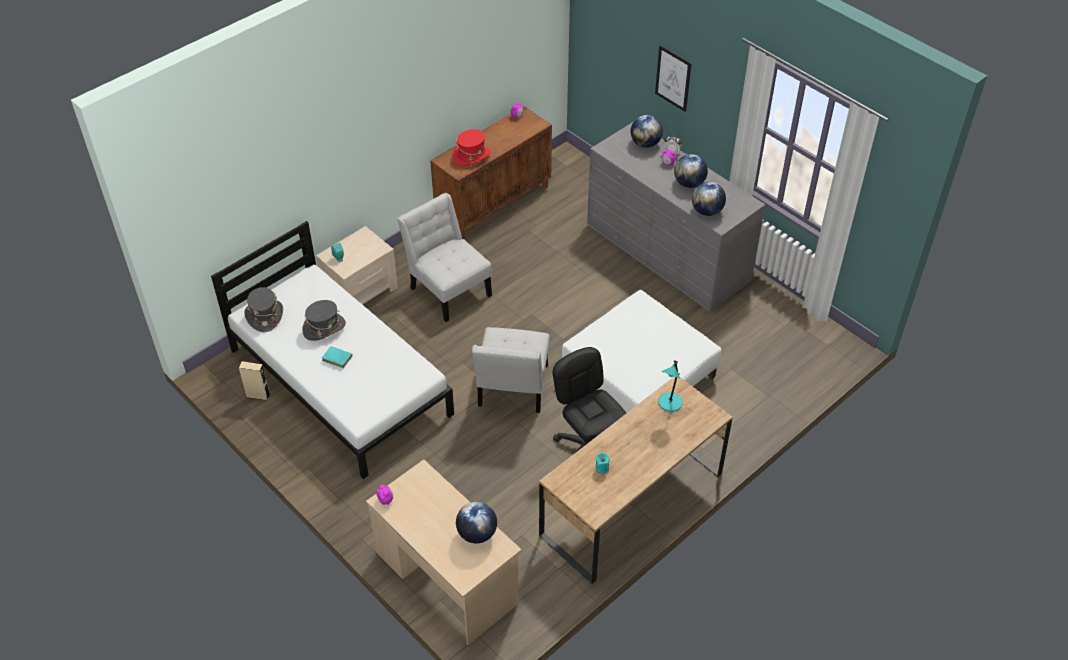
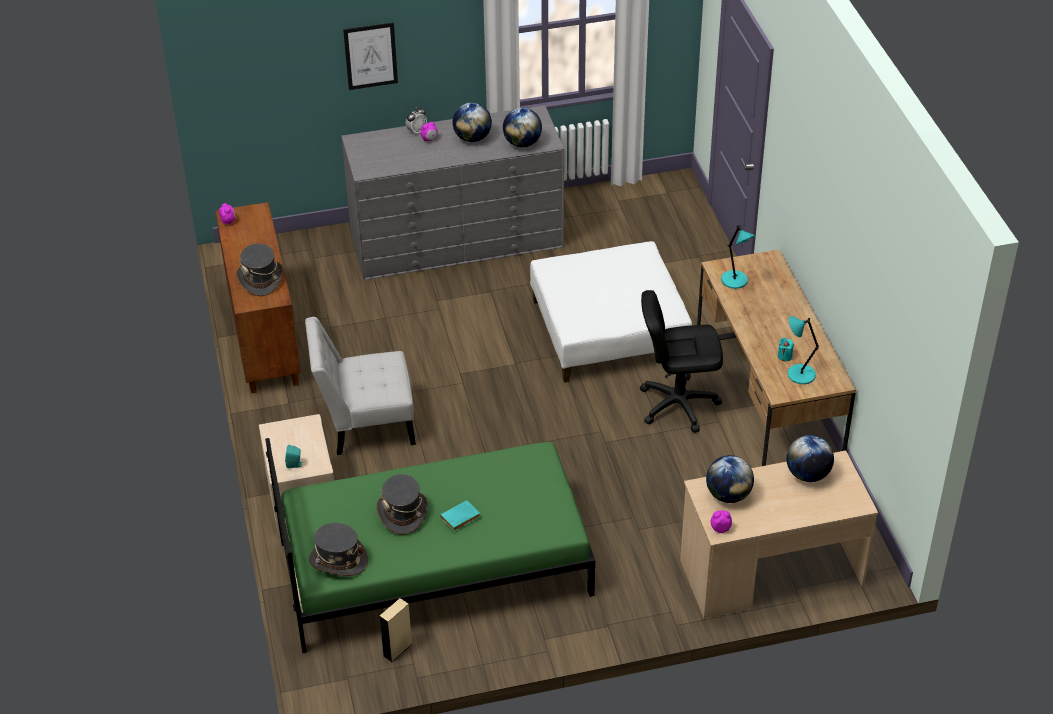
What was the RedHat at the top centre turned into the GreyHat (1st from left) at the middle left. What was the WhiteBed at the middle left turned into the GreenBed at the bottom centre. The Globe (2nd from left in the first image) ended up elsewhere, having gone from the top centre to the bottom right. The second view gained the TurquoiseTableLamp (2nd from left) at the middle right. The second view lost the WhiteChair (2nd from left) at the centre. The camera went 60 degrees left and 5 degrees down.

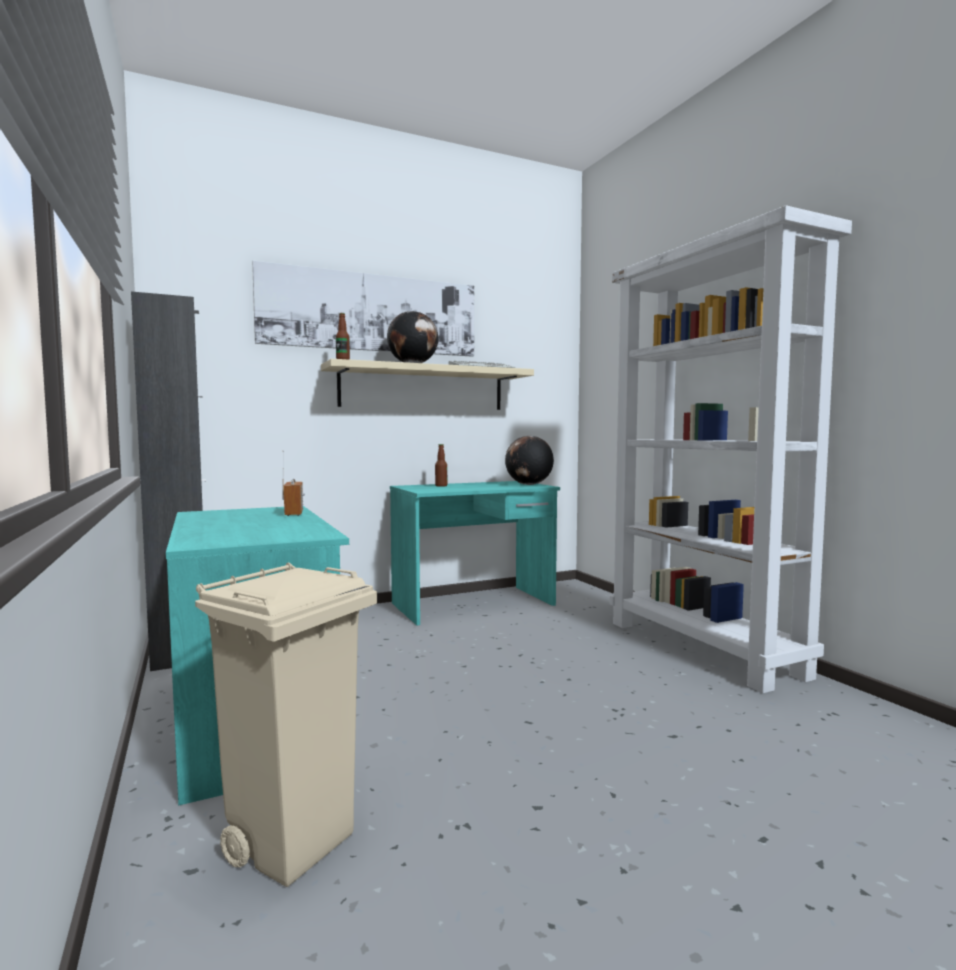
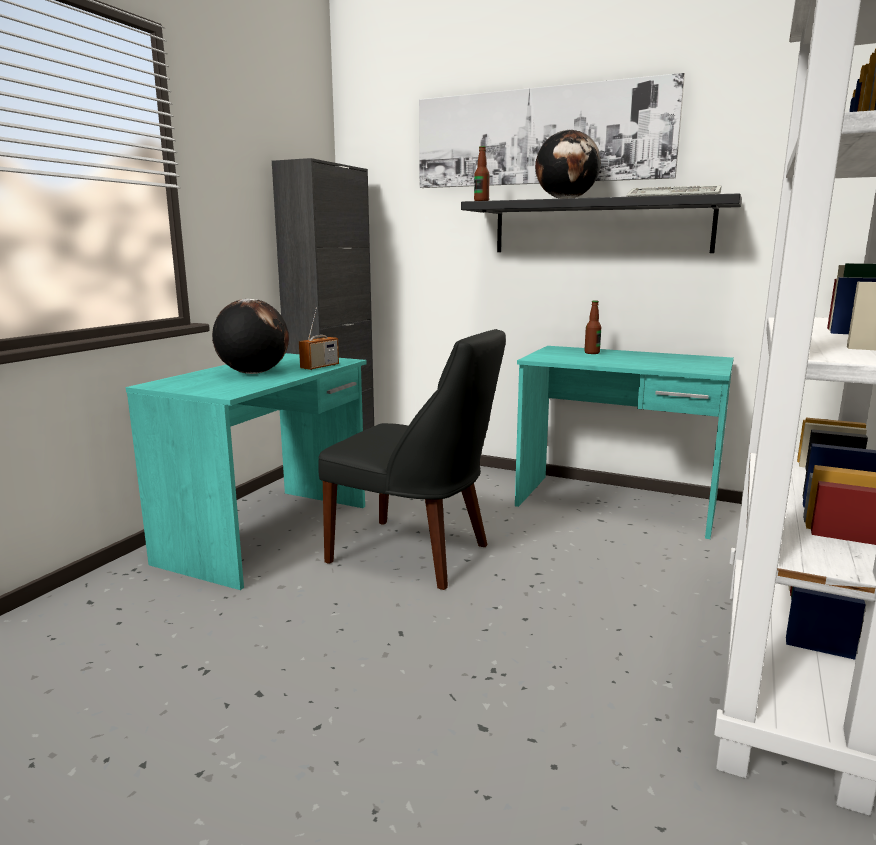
The Globe (2nd from left in the first image) ended up elsewhere, having gone from the centre to the middle left. The second view gained the BlackChair at the centre. What was the BeigeShelf at the centre turned into the BlackShelf at the top right. The second view lost the BeigeTrashCan at the bottom left. The camera went 50 degrees right and 10 degrees up.

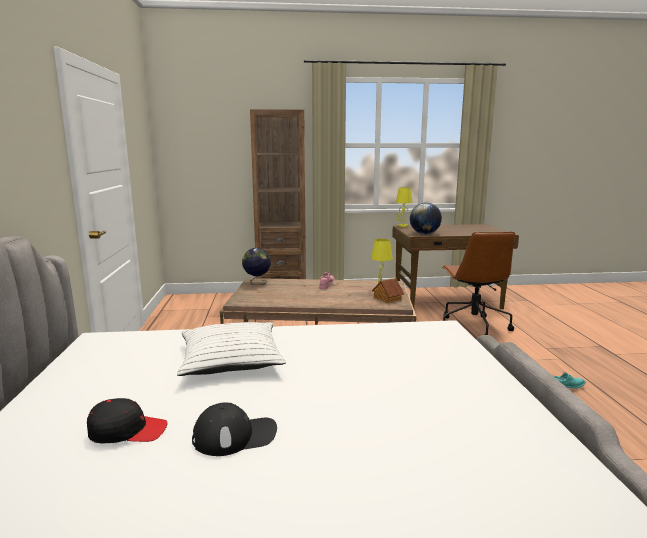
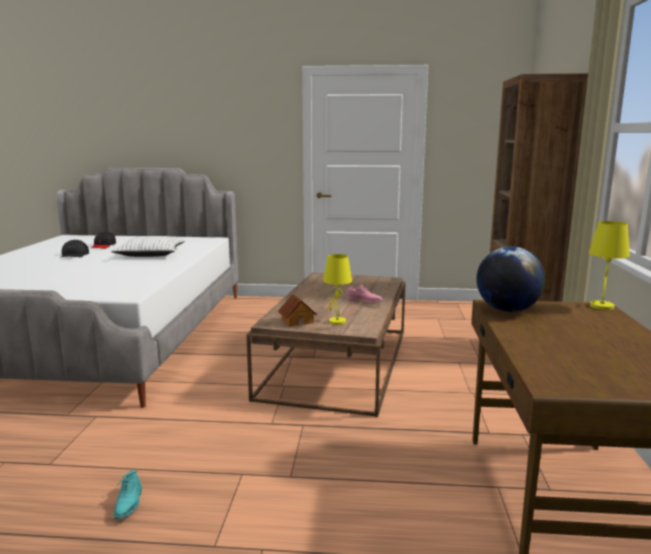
The second view lost the Globe (1st from left) at the centre. The second view lost the BrownOfficeChair at the middle right. The camera went 100 degrees right and 0 degrees up.

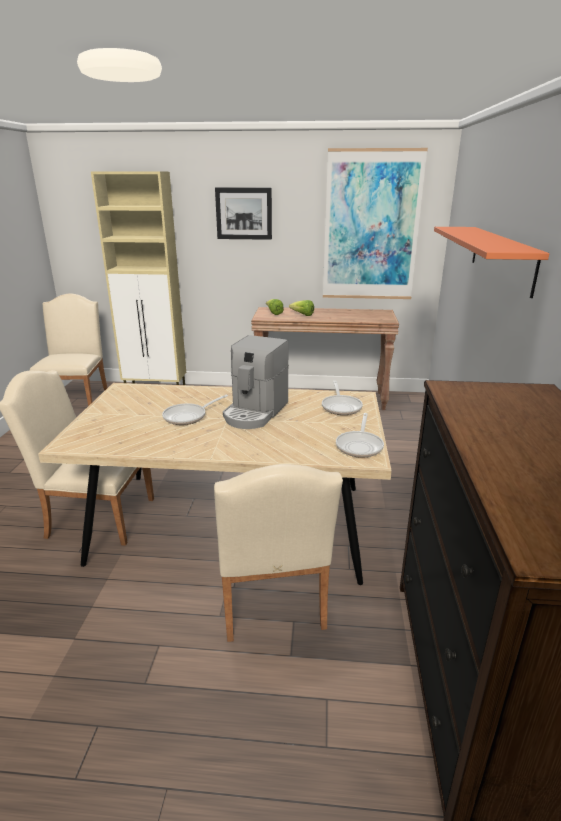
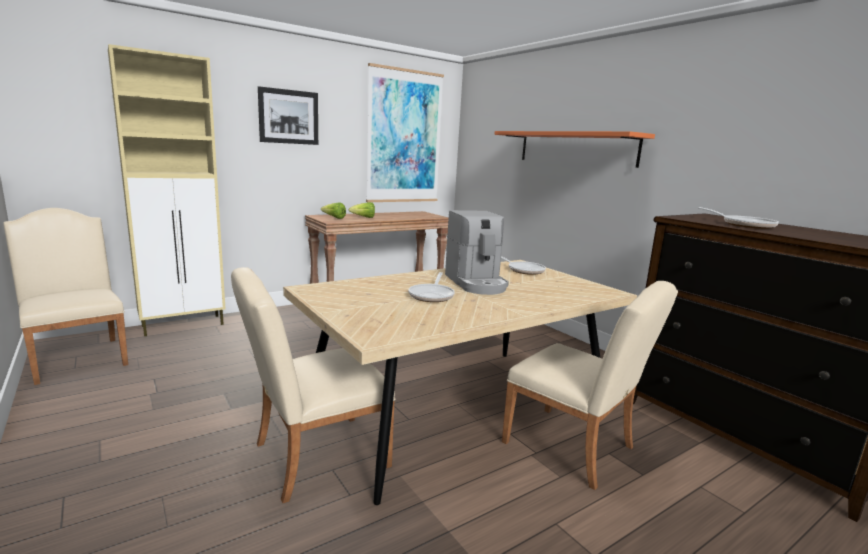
The FryingPan (3rd from left) ended up elsewhere, having gone from the centre to the middle right. The camera went 40 degrees left and 10 degrees down.

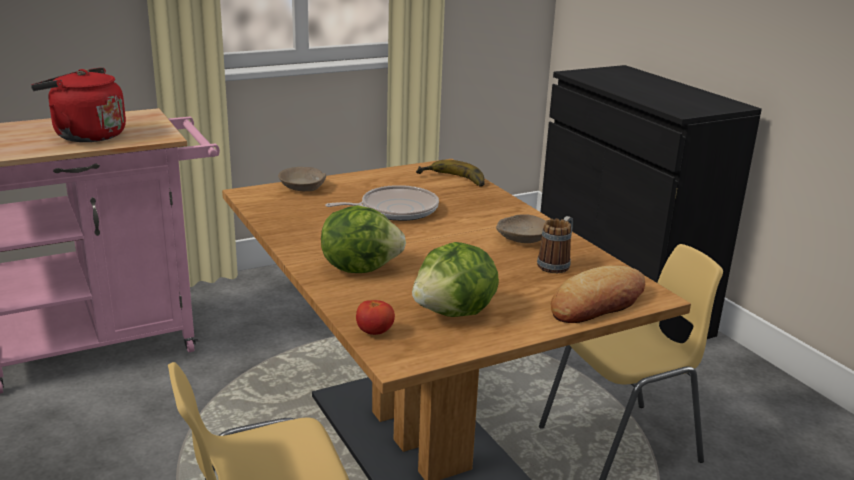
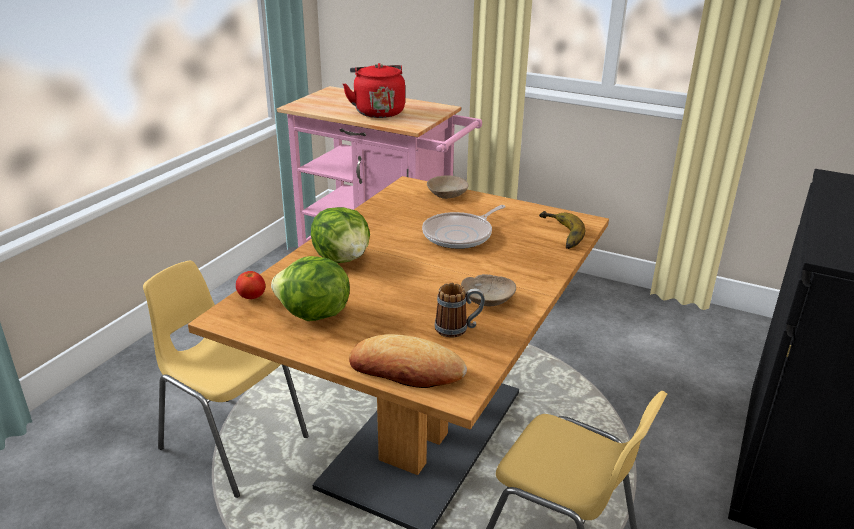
The FryingPan at the centre ended up facing another way, 105 degrees clockwise from before. The camera went 55 degrees right and 5 degrees up.

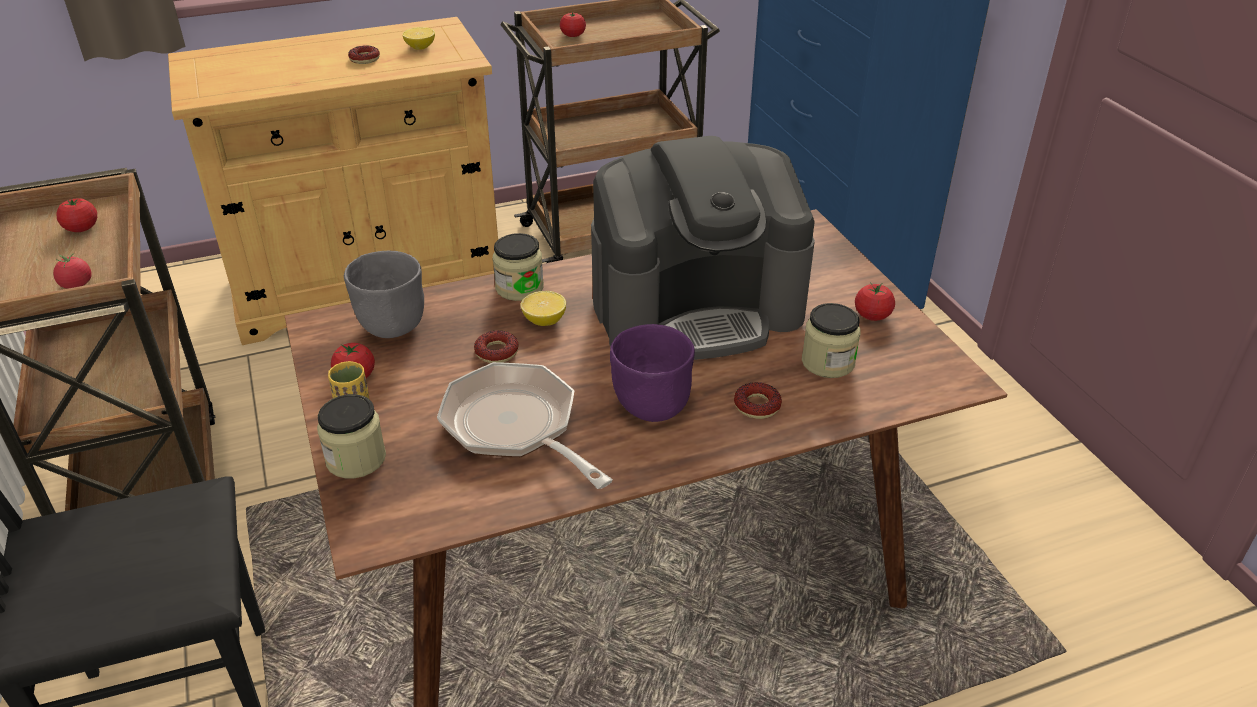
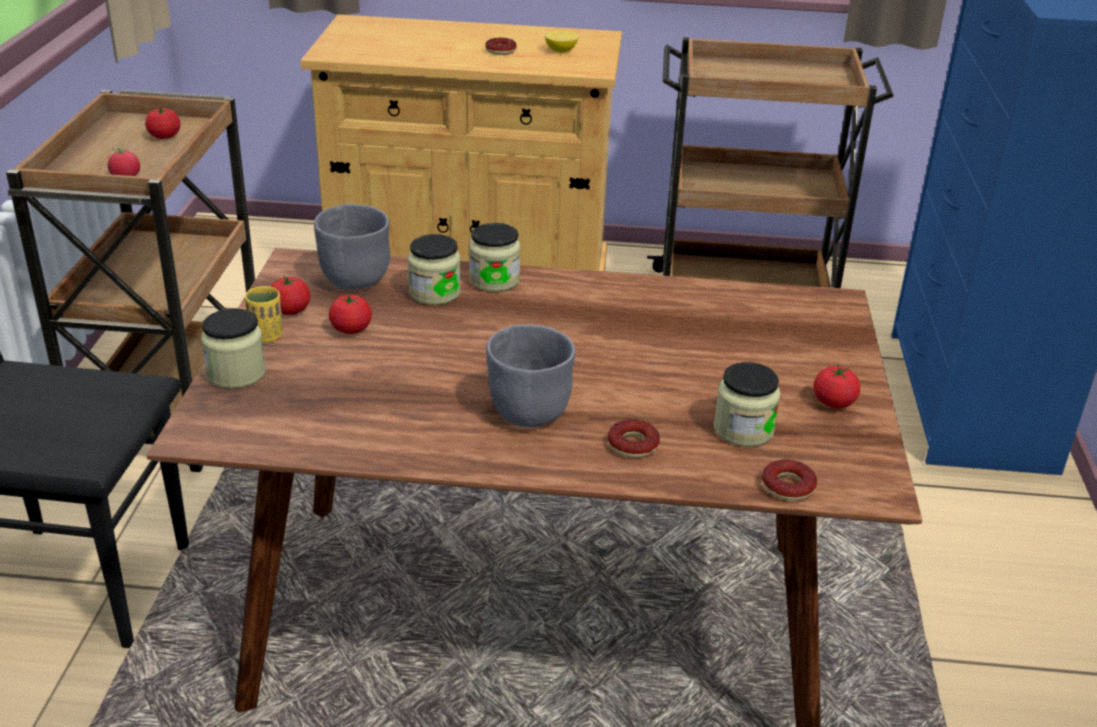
The Tomato (4th from left) ended up elsewhere, having gone from the top centre to the middle left. The second view gained the Jar (2nd from left) at the centre. What was the PurpleBowl at the centre turned into the GreyBowl (2nd from left) at the centre. The Donut (2nd from left in the first image) ended up elsewhere, having gone from the centre to the middle right. The second view lost the FryingPan at the centre. The second view lost the Lemon (2nd from left) at the centre. The second view lost the CoffeeMachine at the centre. The camera went 25 degrees right and 5 degrees down.

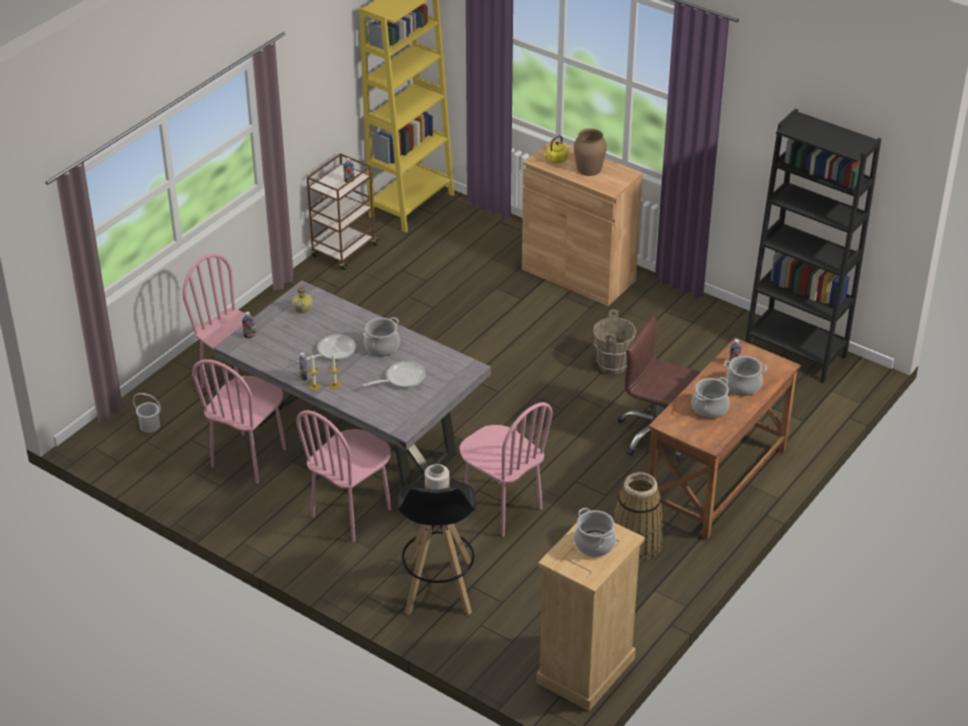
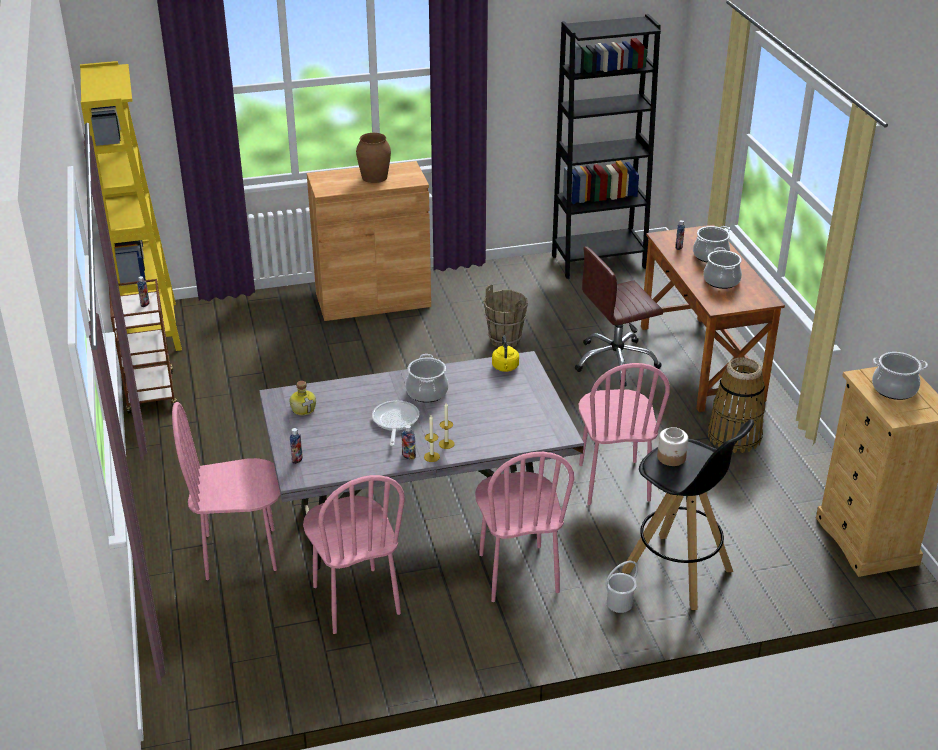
The YellowKettle ended up elsewhere, having gone from the top centre to the centre. The PinkChair (4th from left) at the centre ended up facing another way, 90 degrees clockwise from before. The WhiteBucket ended up elsewhere, having gone from the middle left to the bottom centre. The second view lost the FryingPan (2nd from left) at the centre. The camera went 50 degrees left and 5 degrees down.

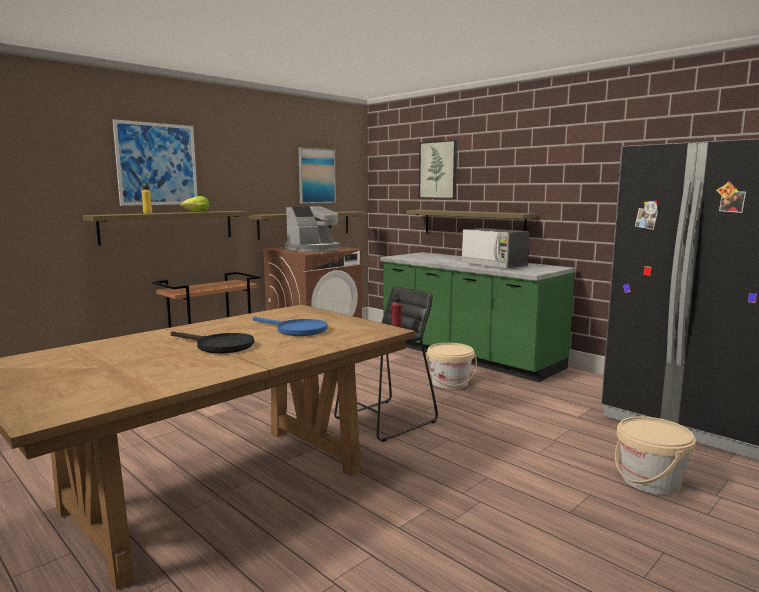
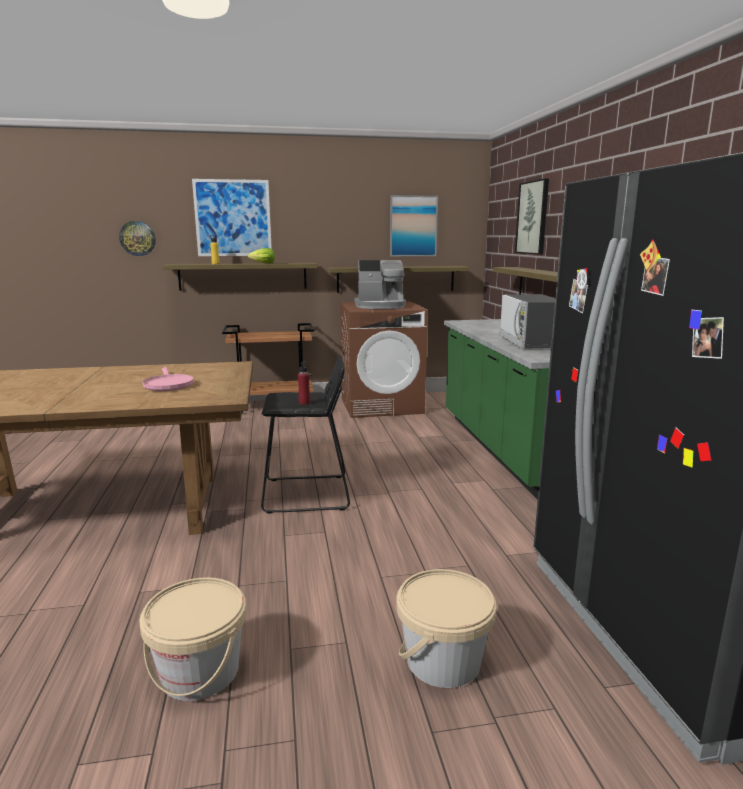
The second view gained the WallClock at the top left. The BeigeBucket (1st from left) ended up elsewhere, having gone from the centre to the bottom left. What was the BlueFryingPan at the centre turned into the PinkFryingPan at the middle left. The second view lost the BlackFryingPan at the middle left. The camera went 35 degrees right and 5 degrees up.

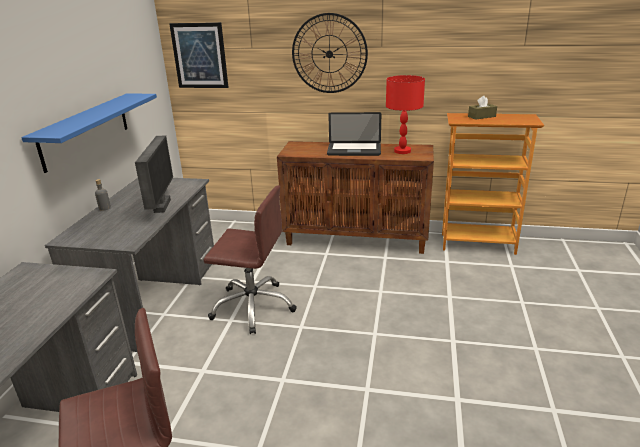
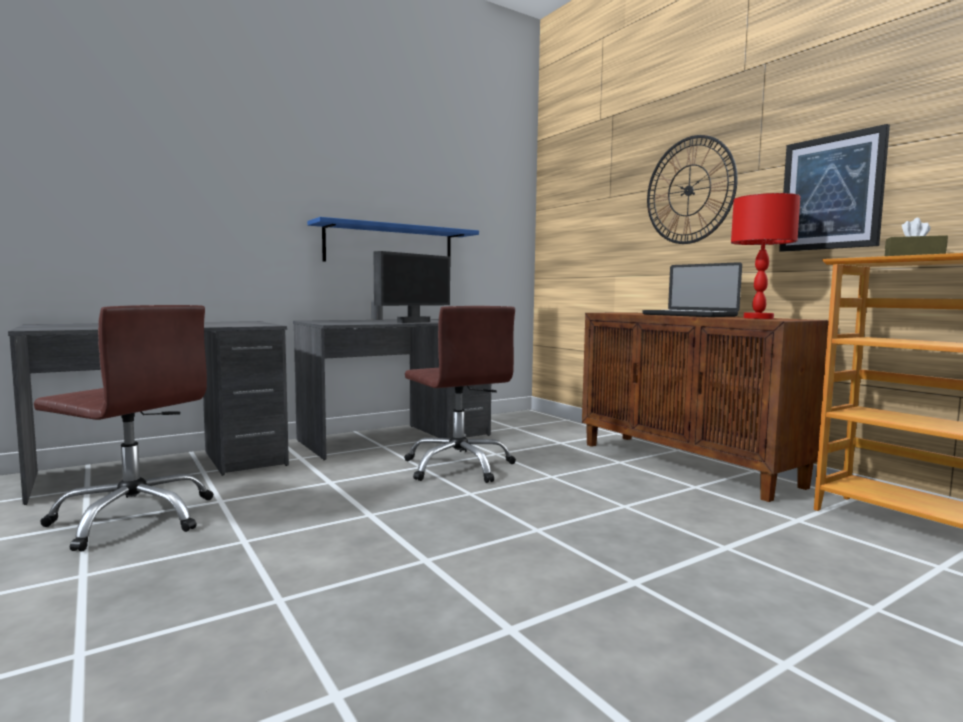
The Picture ended up elsewhere, having gone from the top left to the top right. The camera went 45 degrees right and 20 degrees down.

